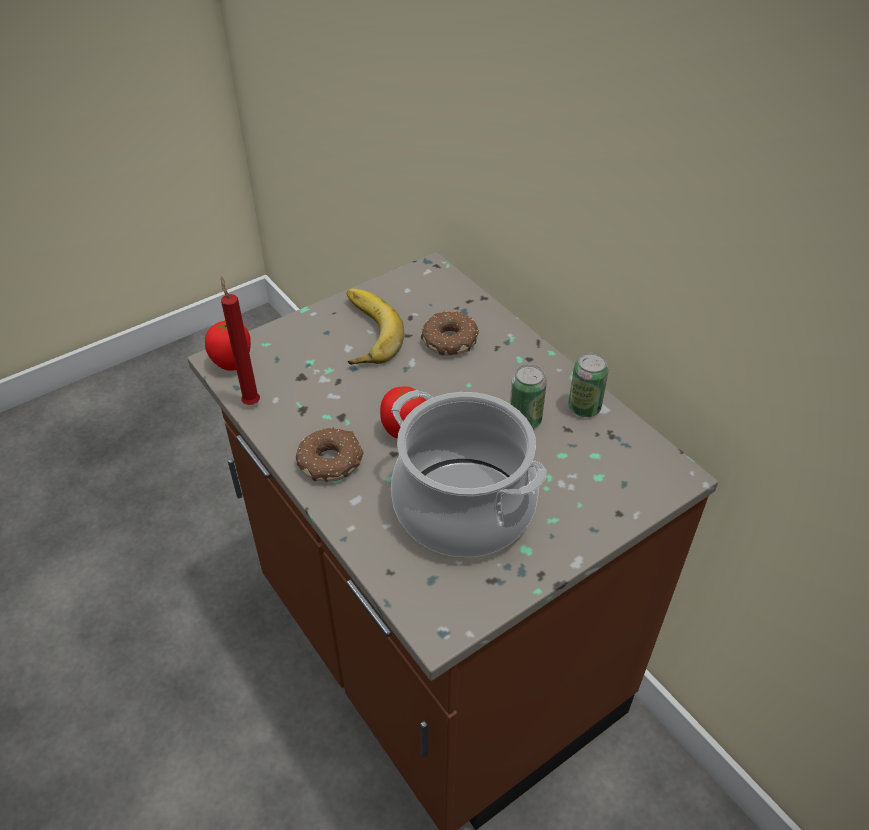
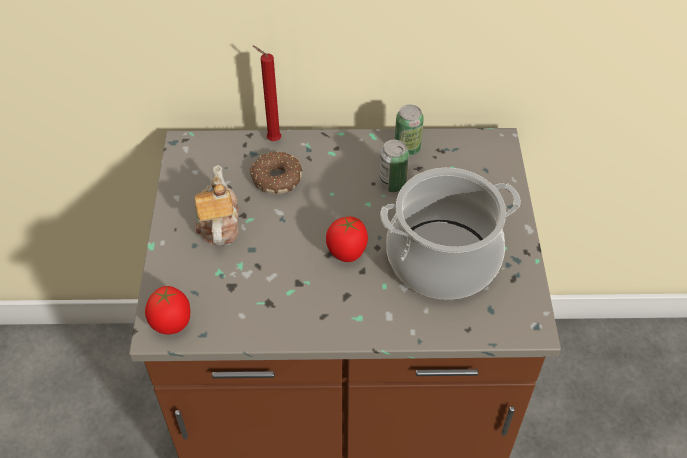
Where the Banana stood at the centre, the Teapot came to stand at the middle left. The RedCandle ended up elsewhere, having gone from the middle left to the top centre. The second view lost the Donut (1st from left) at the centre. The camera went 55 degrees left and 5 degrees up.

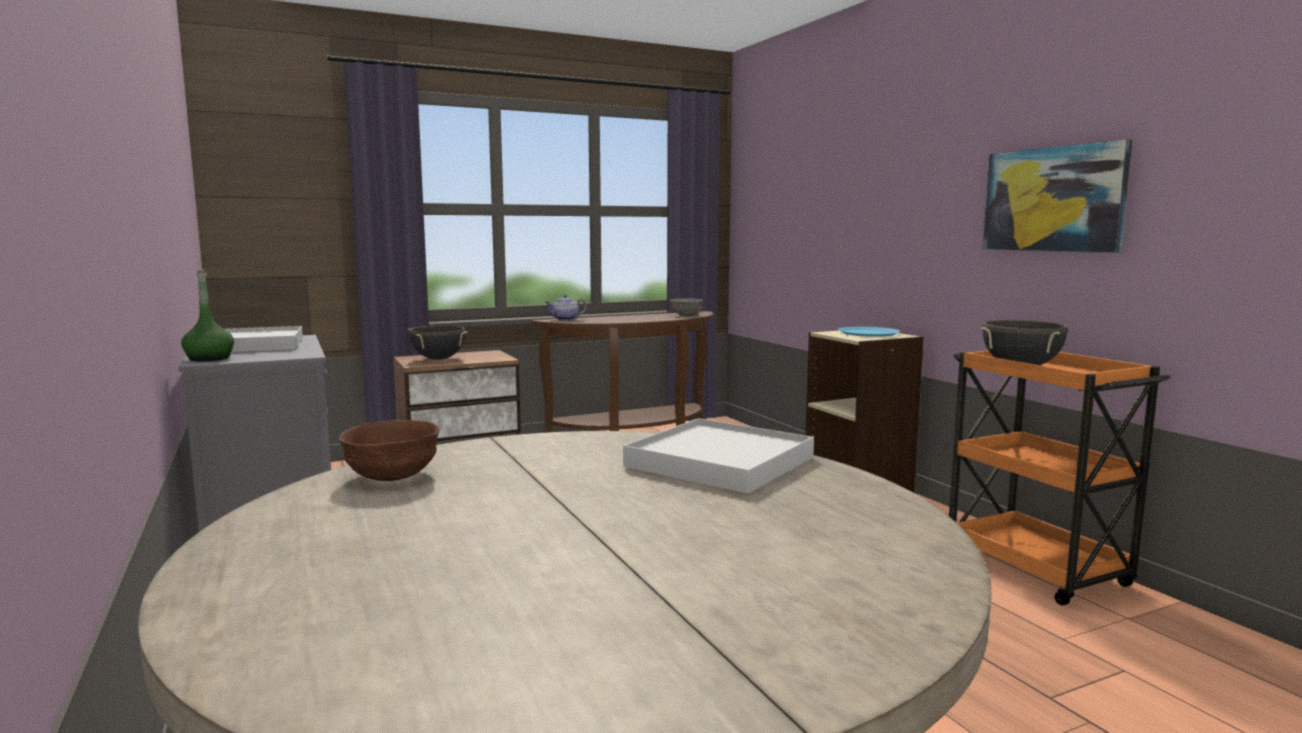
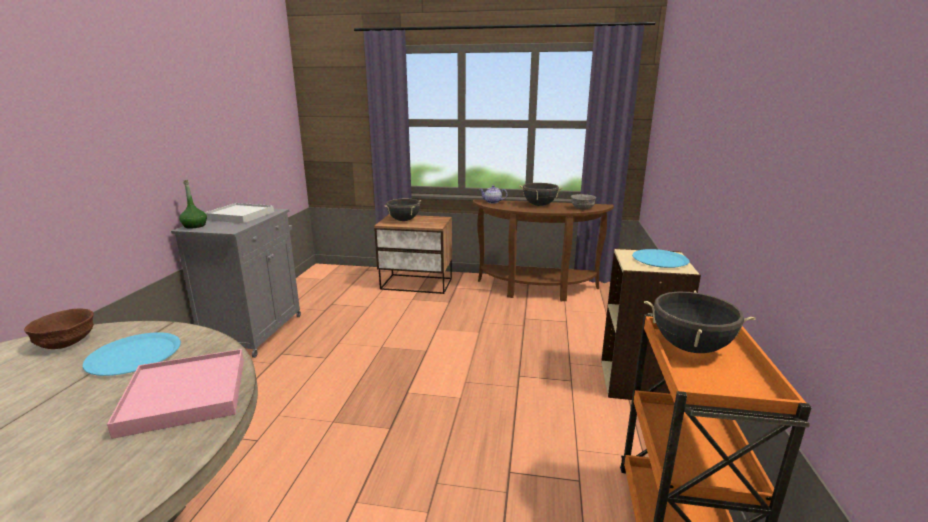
The second view gained the BluePlate (1st from left) at the bottom left. What was the WhiteTray (2nd from left) at the centre turned into the PinkTray at the bottom left. The second view gained the BlackCookingPot (2nd from left) at the centre. The second view lost the Picture at the top right. The camera went 35 degrees right and 10 degrees up.

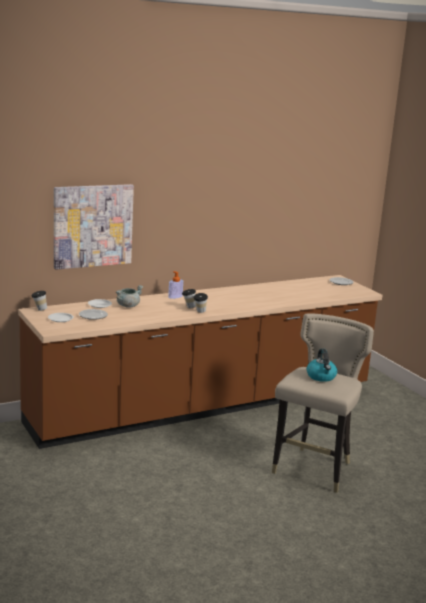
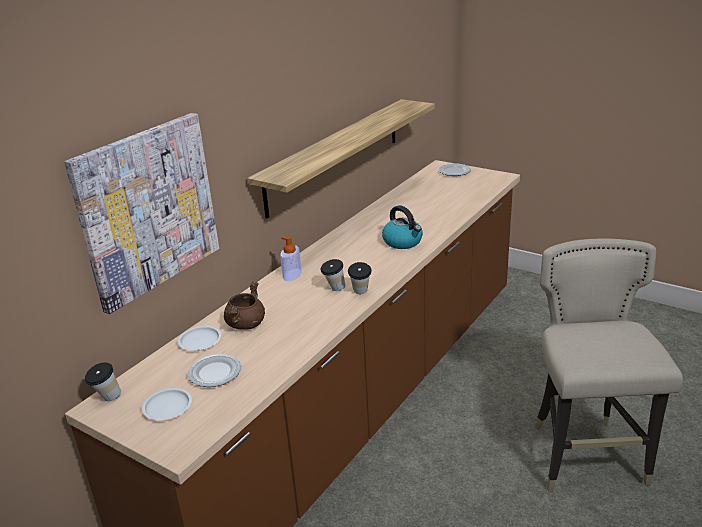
What was the GreyCookingPot at the middle left turned into the BrownCookingPot at the centre. The second view gained the Shelf at the top centre. The Kettle ended up elsewhere, having gone from the middle right to the centre. The camera went 25 degrees left and 10 degrees up.

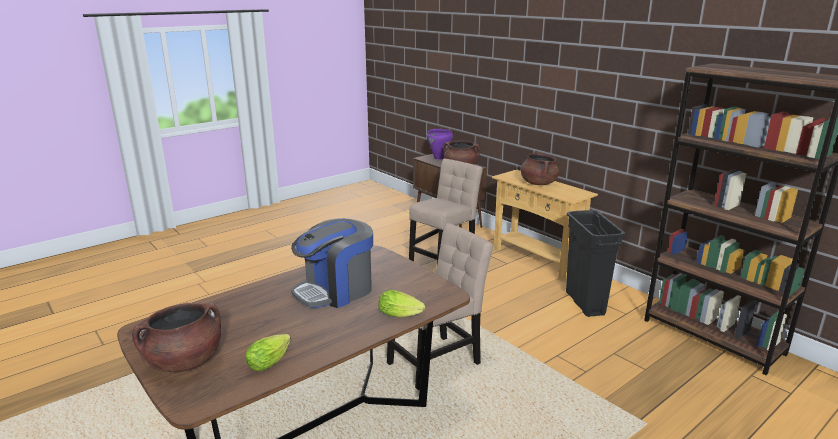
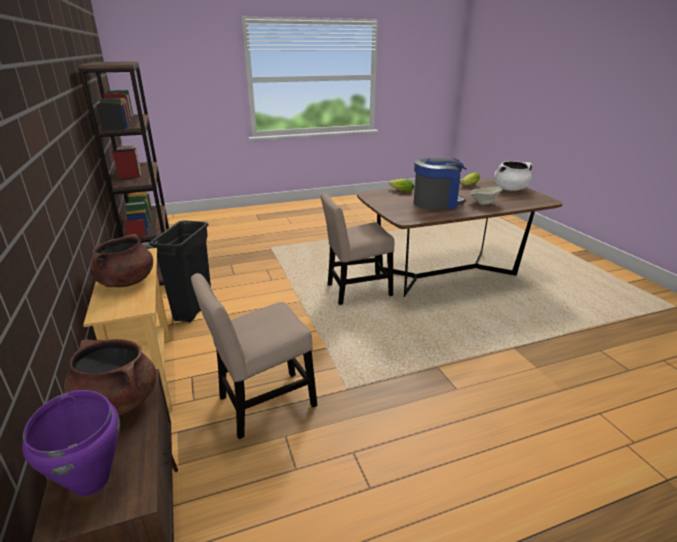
The second view gained the BeigeBowl at the middle right. What was the BrownCookingPot (1st from left) at the bottom left turned into the WhiteCookingPot at the top right. The camera went 160 degrees left and 5 degrees up.

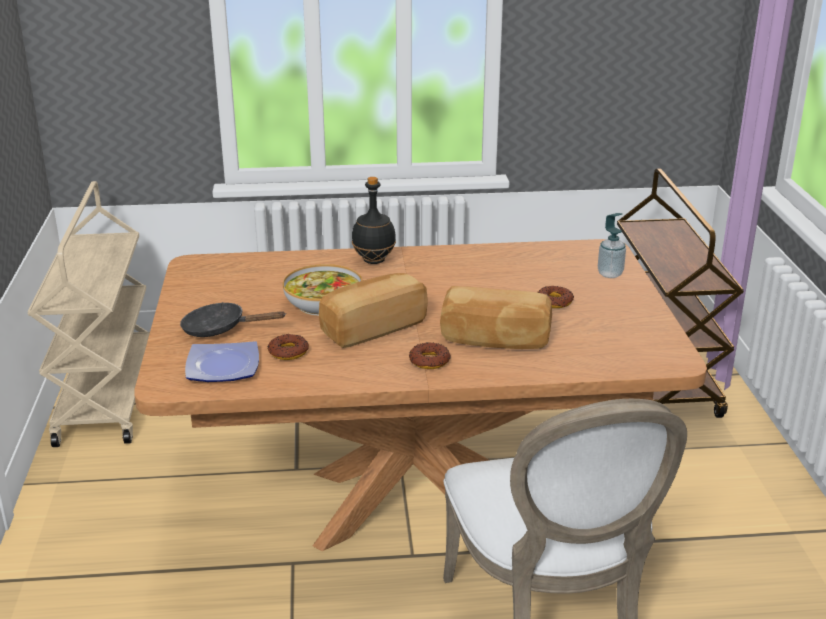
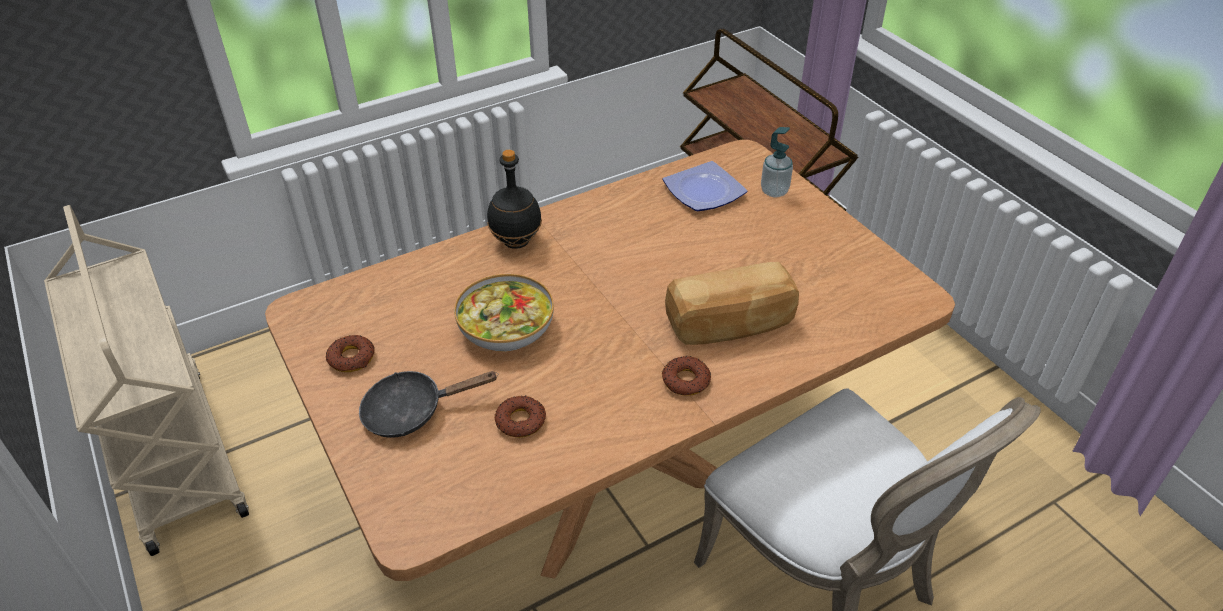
The Donut (3rd from left in the first image) ended up elsewhere, having gone from the middle right to the middle left. The Plate ended up elsewhere, having gone from the middle left to the top centre. The second view lost the Bread (1st from left) at the centre. The camera went 25 degrees left and 15 degrees up.

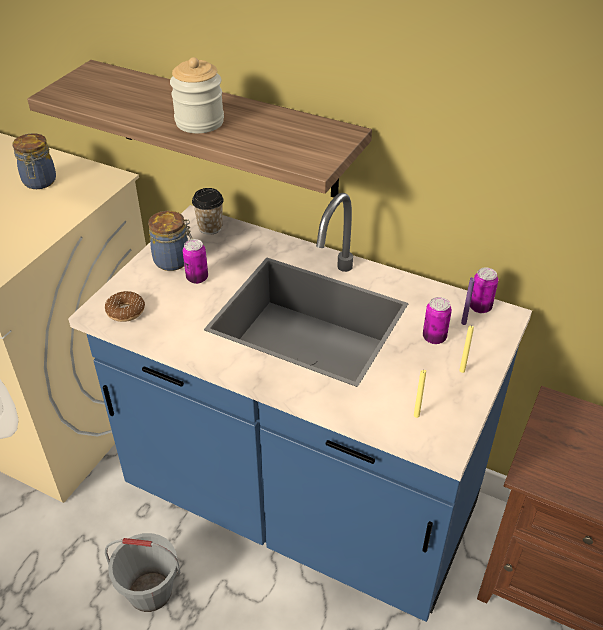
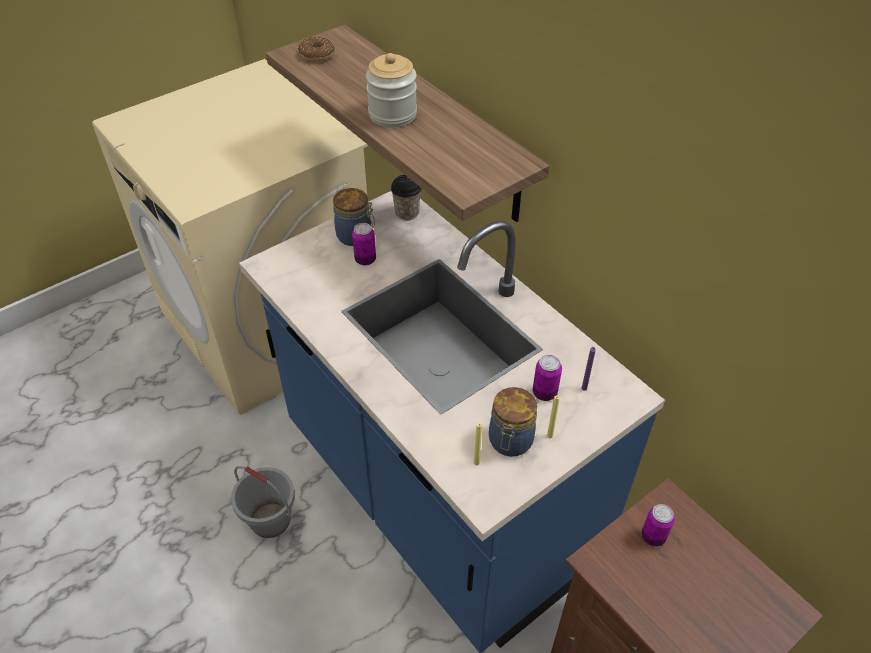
The Donut ended up elsewhere, having gone from the middle left to the top centre. The Jar (1st from left in the first image) ended up elsewhere, having gone from the top left to the centre. The Can (3rd from left) ended up elsewhere, having gone from the middle right to the bottom right. The camera went 25 degrees right and 5 degrees up.

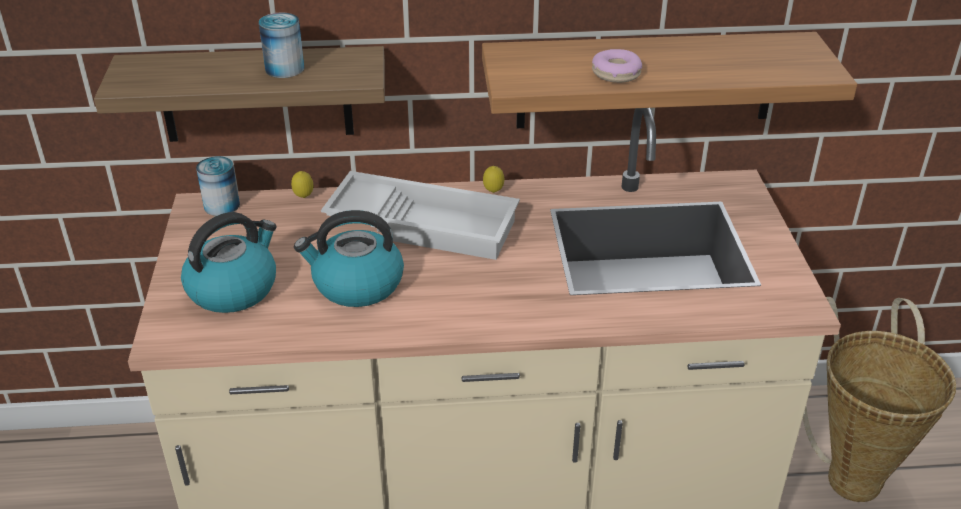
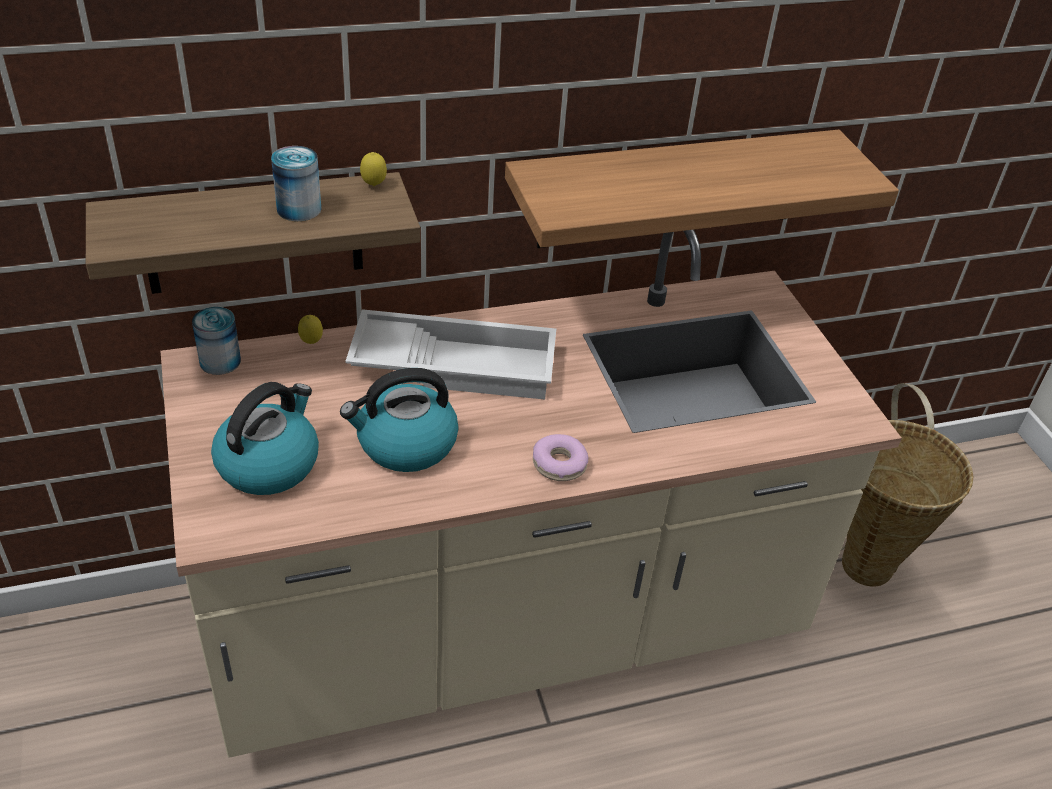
The Lemon (2nd from left) ended up elsewhere, having gone from the centre to the top centre. The Donut ended up elsewhere, having gone from the top centre to the centre. The camera went 15 degrees left and 5 degrees up.

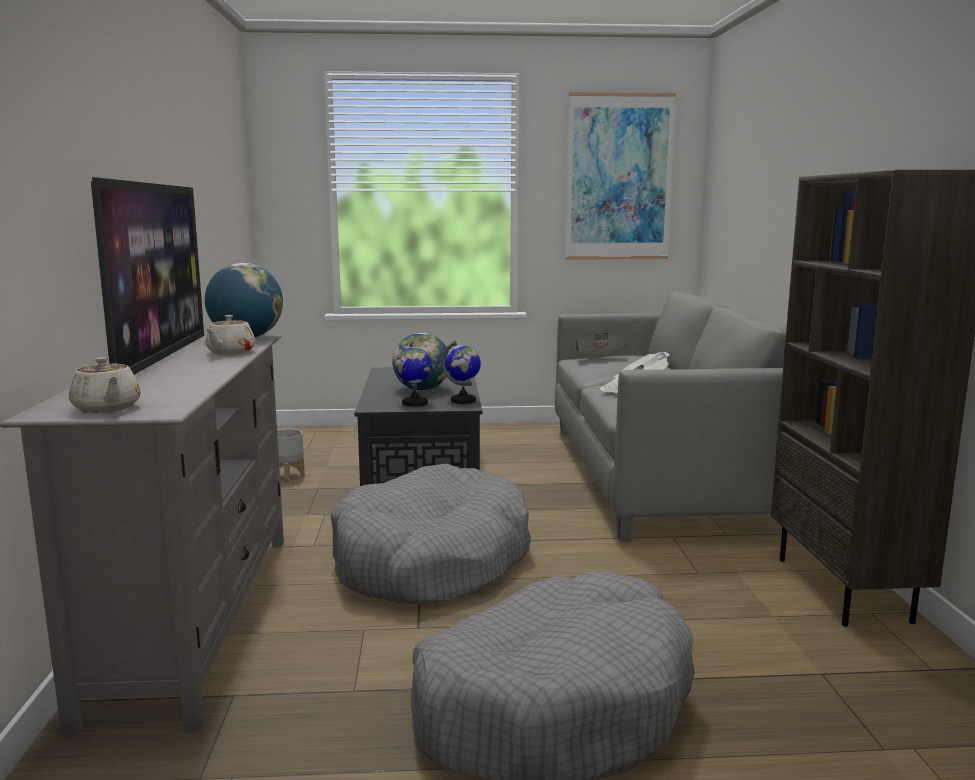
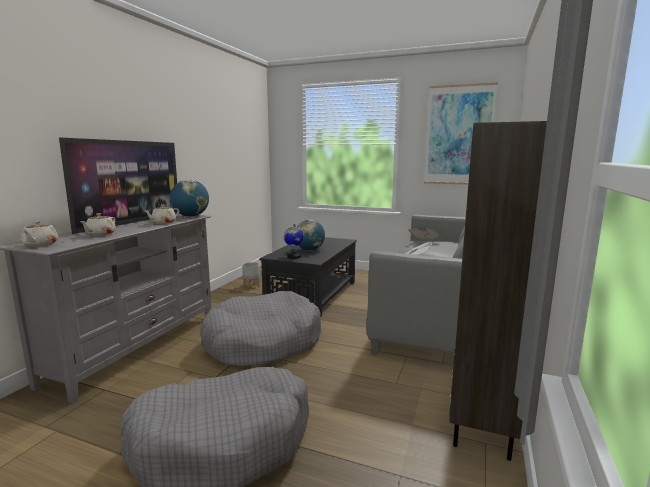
The second view gained the BeigeTeapot (2nd from left) at the middle left. The second view lost the Globe (4th from left) at the centre. The camera went 25 degrees right and 0 degrees up.

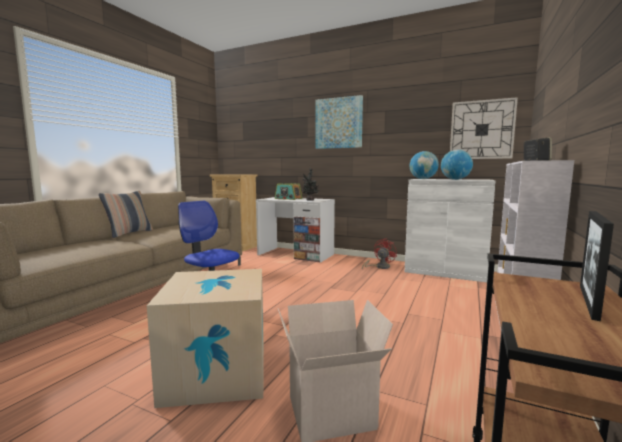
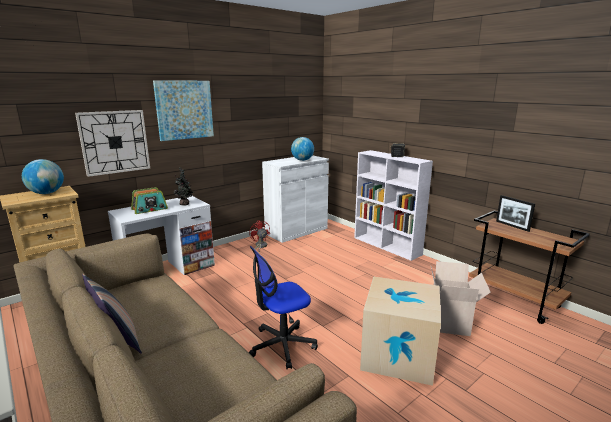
The Globe (1st from left) ended up elsewhere, having gone from the middle right to the middle left. The WallClock ended up elsewhere, having gone from the top right to the middle left. The camera went 65 degrees left and 10 degrees up.

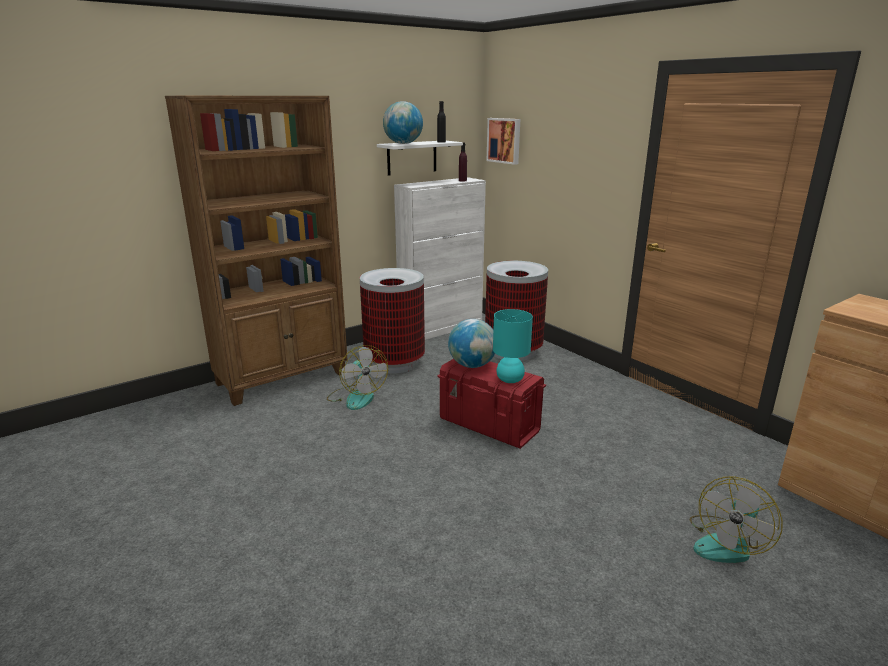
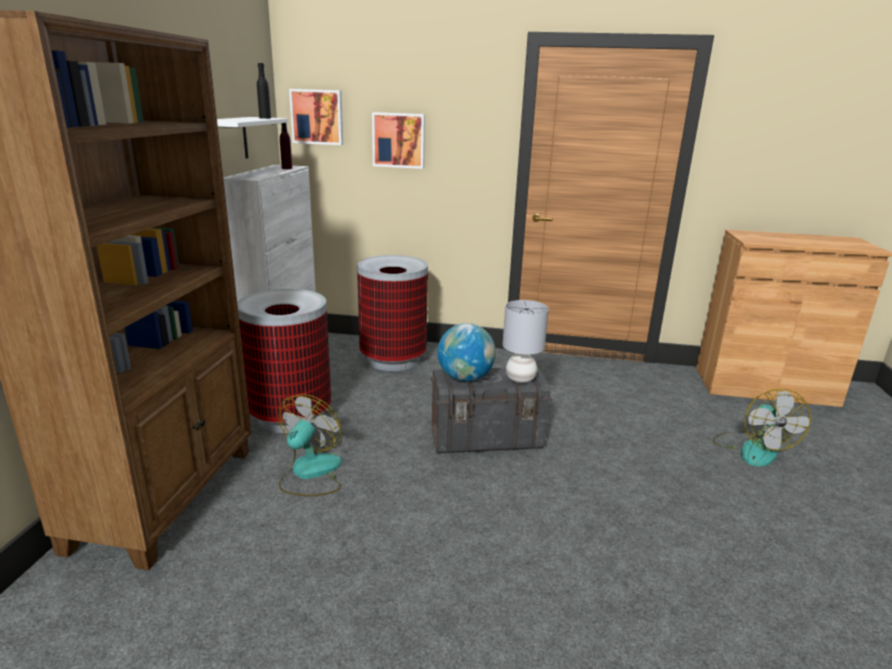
The Fan (1st from left) at the centre ended up facing another way, 90 degrees counterclockwise from before. The second view gained the Picture (2nd from left) at the top centre. What was the RedStorageBox at the centre turned into the GreyStorageBox at the centre. What was the TurquoiseTableLamp at the centre turned into the GreyTableLamp at the centre. The second view lost the Globe (1st from left) at the top centre. The camera went 45 degrees left and 0 degrees up.

